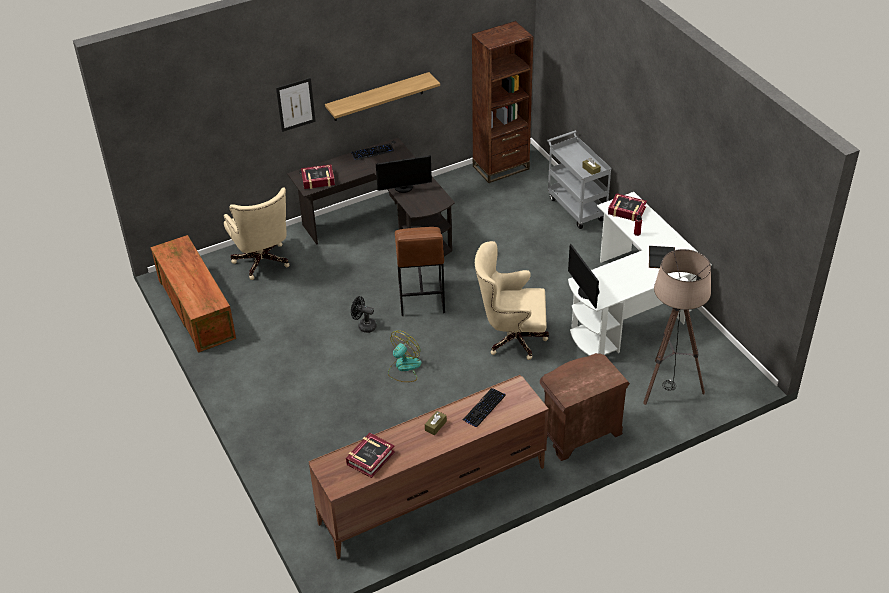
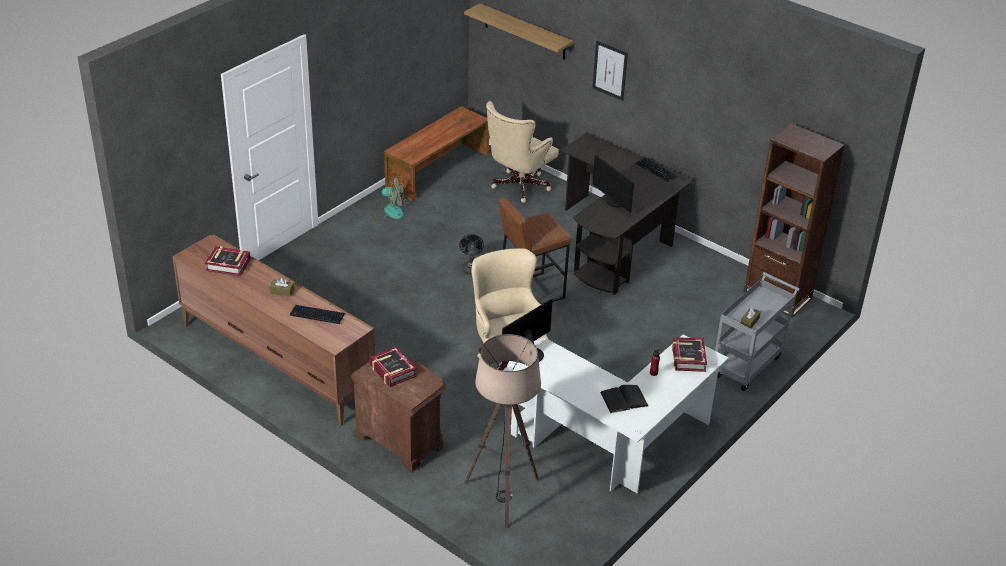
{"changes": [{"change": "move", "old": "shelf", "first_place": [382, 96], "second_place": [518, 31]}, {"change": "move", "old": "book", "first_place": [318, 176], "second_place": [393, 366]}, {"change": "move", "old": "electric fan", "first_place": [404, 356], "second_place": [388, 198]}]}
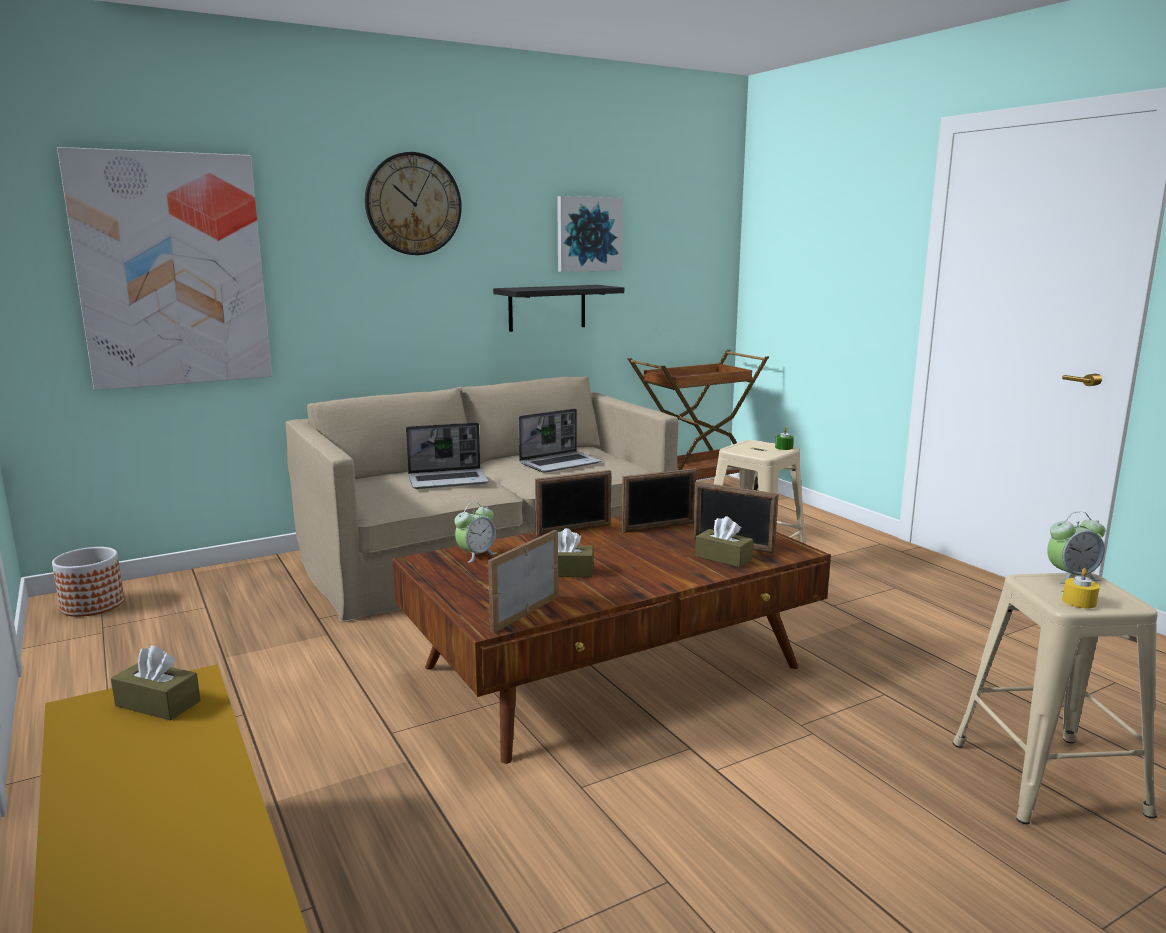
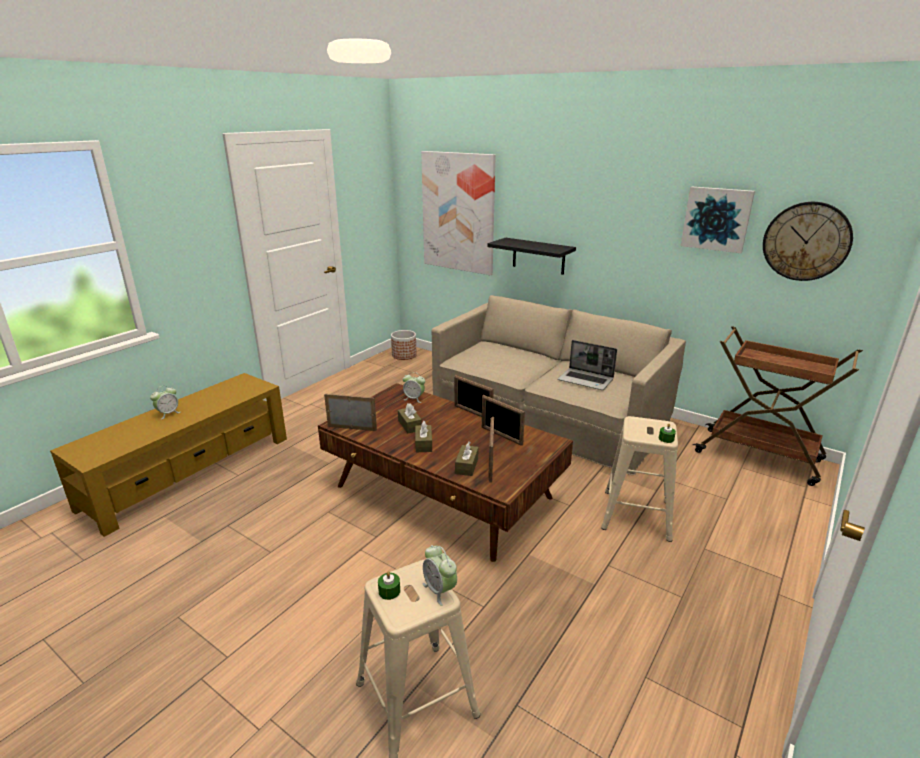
{"changes": [{"change": "move", "old": "wall clock", "first_place": [413, 203], "second_place": [808, 241]}, {"change": "move", "old": "blackish shelf", "first_place": [558, 308], "second_place": [531, 256]}, {"change": "delete", "old": "notebook computer", "first_place": [447, 455]}, {"change": "recolor", "old": "yellow wax light", "new": "green wax light", "first_place": [1081, 588], "second_place": [389, 585]}, {"change": "move", "old": "brownish tissue box", "first_place": [156, 683], "second_place": [423, 436]}, {"change": "insert", "new": "bedside clock", "second_place": [165, 402]}]}
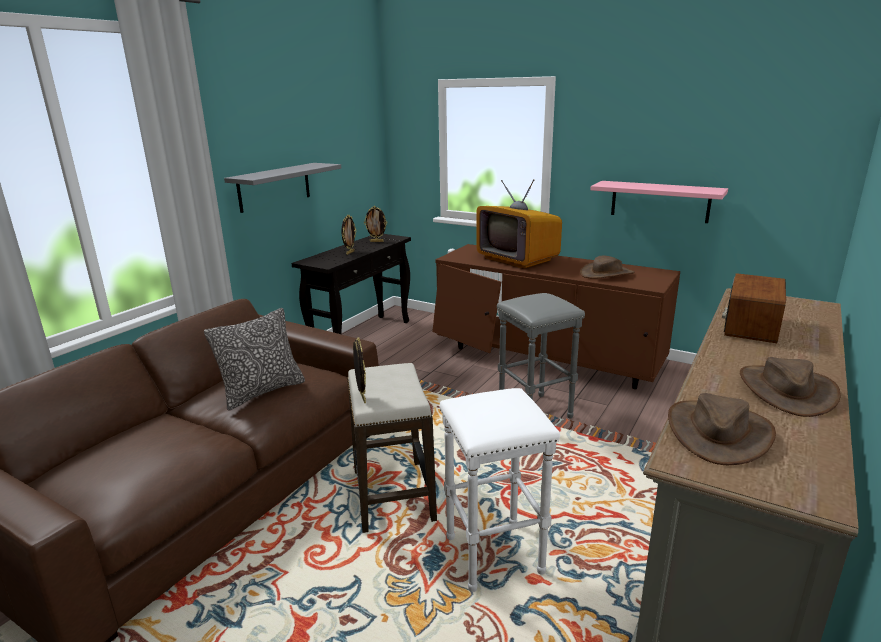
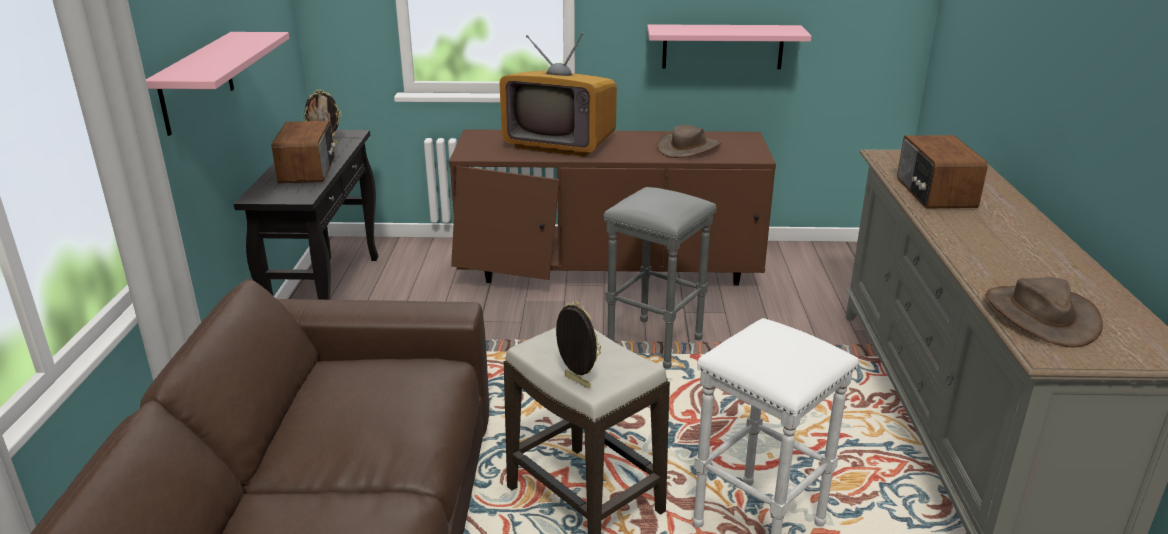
{"changes": [{"change": "recolor", "old": "greyish shelf", "new": "pinkish shelf", "first_place": [282, 188], "second_place": [217, 84]}, {"change": "replace", "old": "standing frame", "new": "radio set", "first_place": [349, 235], "second_place": [304, 152]}, {"change": "delete", "old": "cushion", "first_place": [254, 359]}, {"change": "delete", "old": "brownish clothing hat", "first_place": [790, 387]}]}
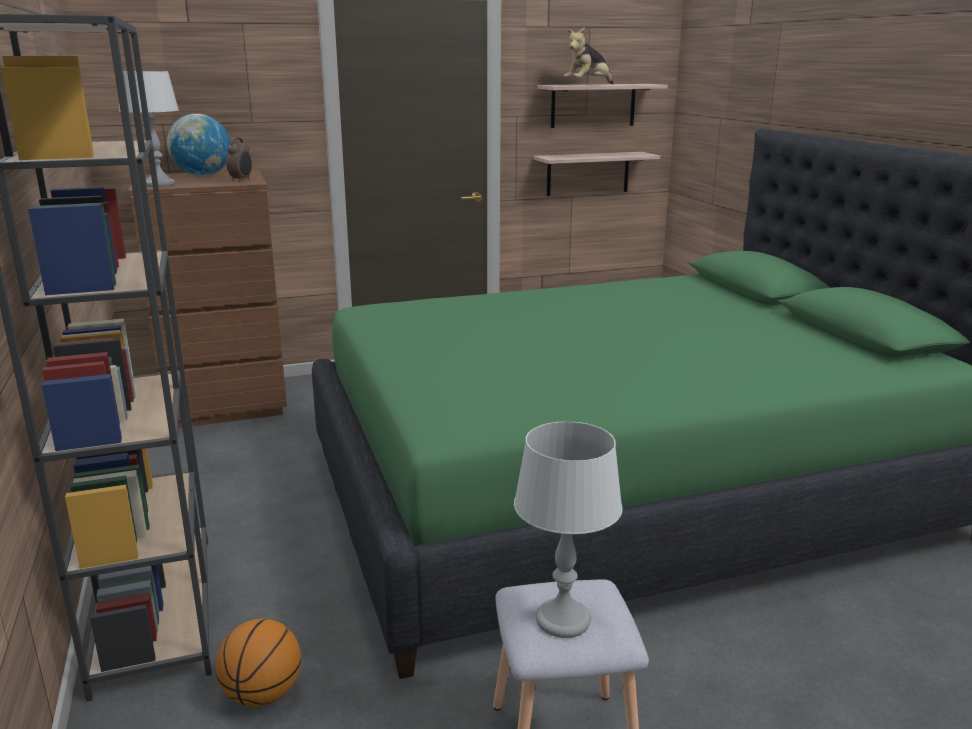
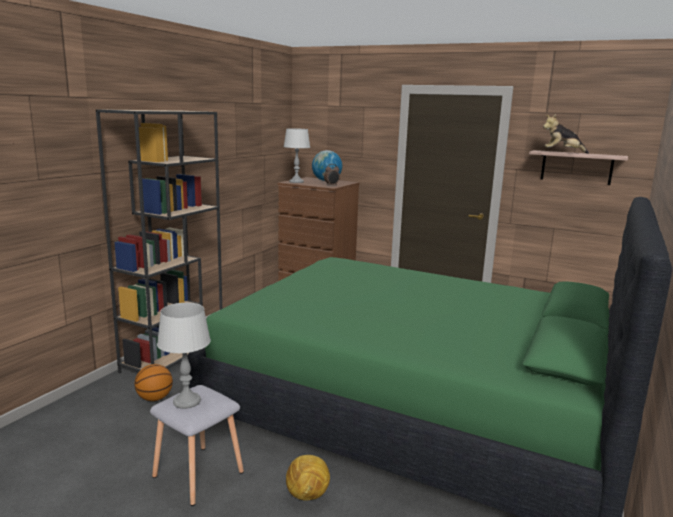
{"changes": [{"change": "delete", "old": "shelf", "first_place": [597, 174]}, {"change": "insert", "new": "football ball", "second_place": [308, 478]}]}
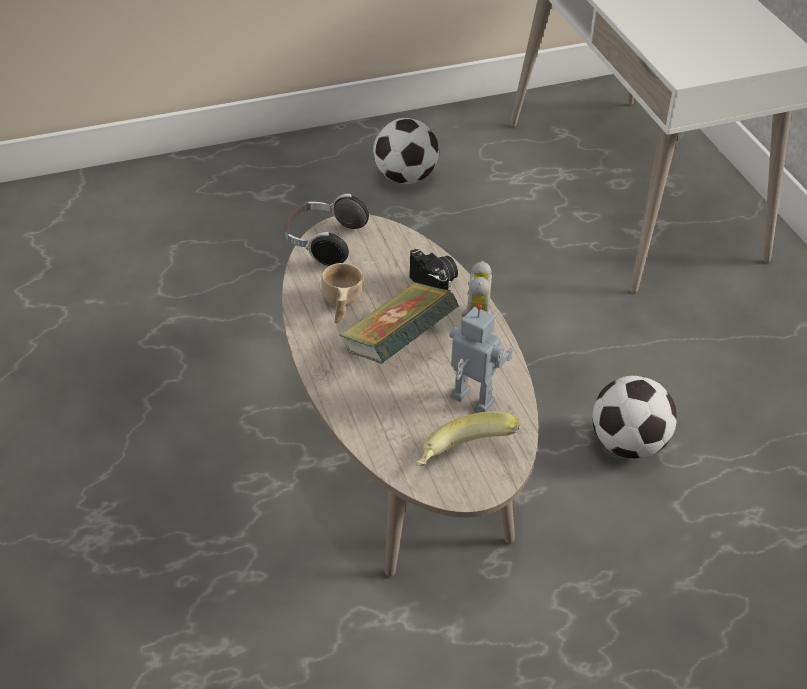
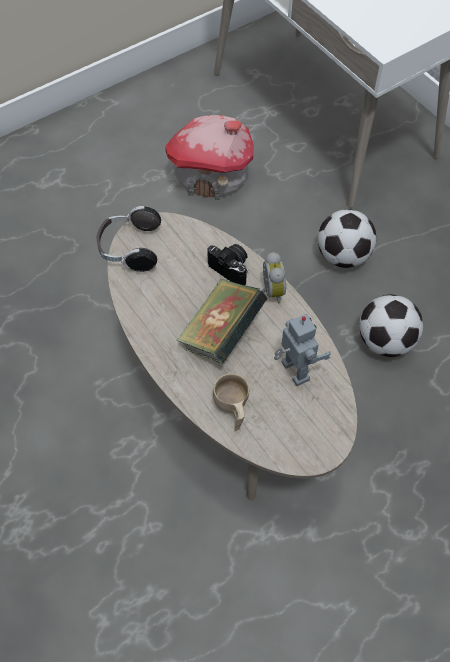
{"changes": [{"change": "move", "old": "football ball", "first_place": [406, 151], "second_place": [347, 238]}, {"change": "move", "old": "beige-coloured small cup", "first_place": [342, 293], "second_place": [231, 402]}, {"change": "rotate", "old": "model robot", "first_place": [481, 358], "second_place": [302, 350], "degrees": 45}, {"change": "delete", "old": "banana", "first_place": [468, 438]}, {"change": "insert", "new": "toy house", "second_place": [209, 157]}]}
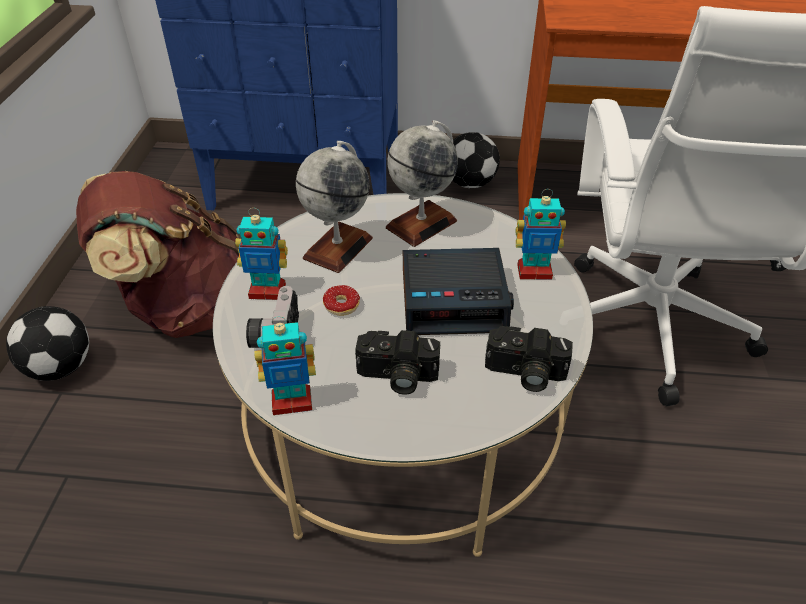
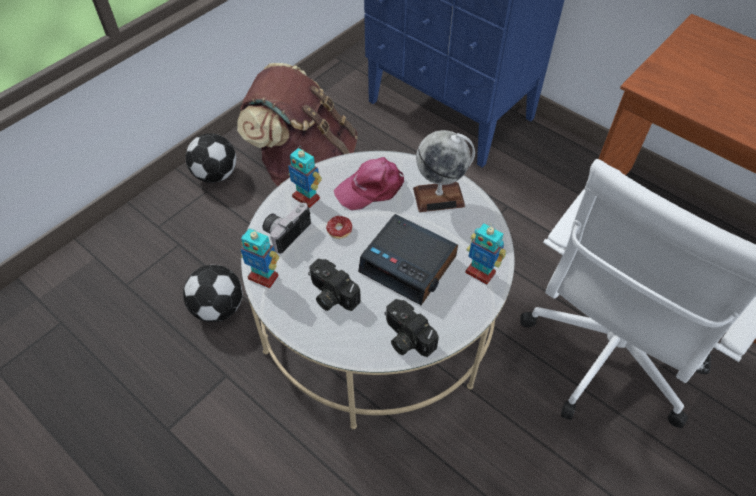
{"changes": [{"change": "move", "old": "football ball", "first_place": [476, 160], "second_place": [212, 293]}, {"change": "replace", "old": "globe", "new": "pinkish peaked cap", "first_place": [334, 207], "second_place": [369, 183]}]}
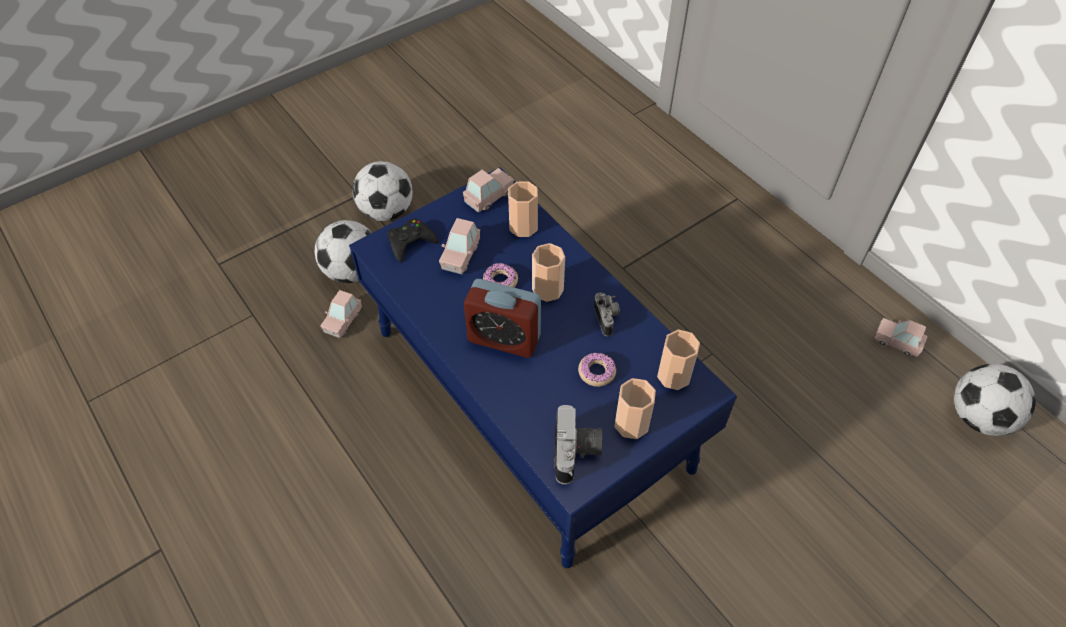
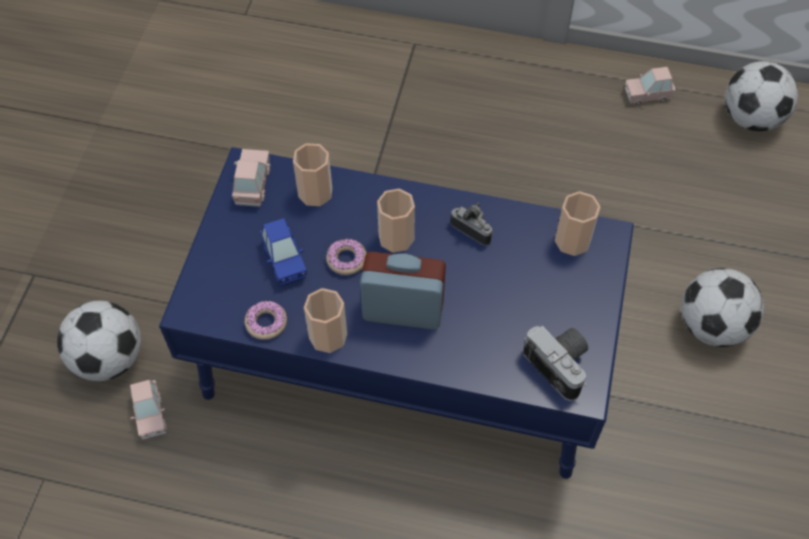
{"changes": [{"change": "move", "old": "football ball", "first_place": [382, 191], "second_place": [722, 307]}, {"change": "recolor", "old": "pinkish toy car", "new": "blue toy car", "first_place": [459, 246], "second_place": [283, 252]}, {"change": "delete", "old": "blackish joypad", "first_place": [412, 240]}, {"change": "rotate", "old": "bedside clock", "first_place": [502, 318], "second_place": [403, 290], "degrees": -150}, {"change": "move", "old": "donut", "first_place": [597, 370], "second_place": [266, 320]}, {"change": "move", "old": "small cup", "first_place": [635, 408], "second_place": [325, 320]}]}
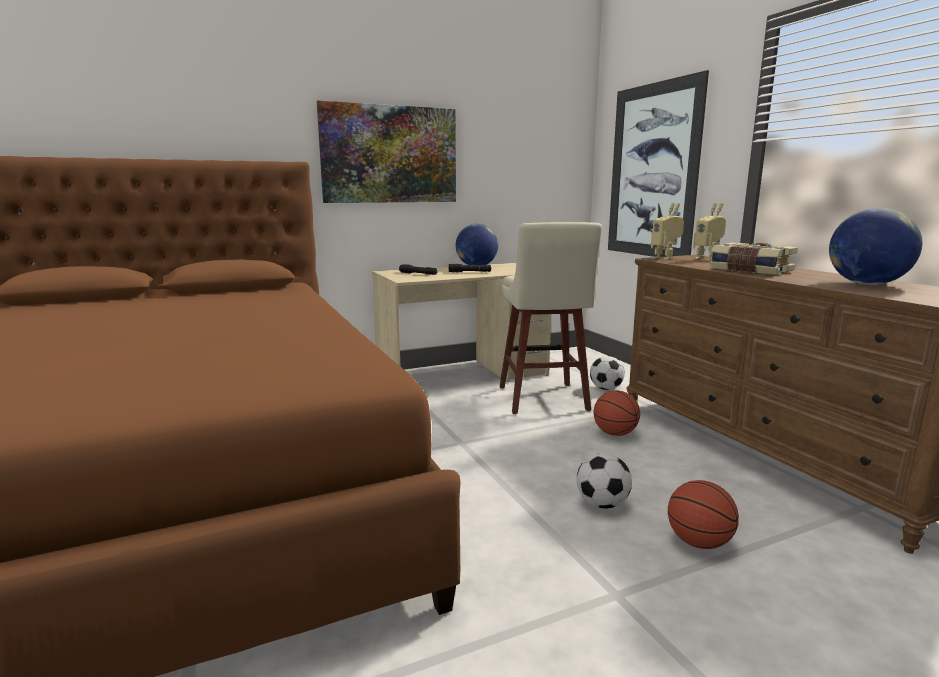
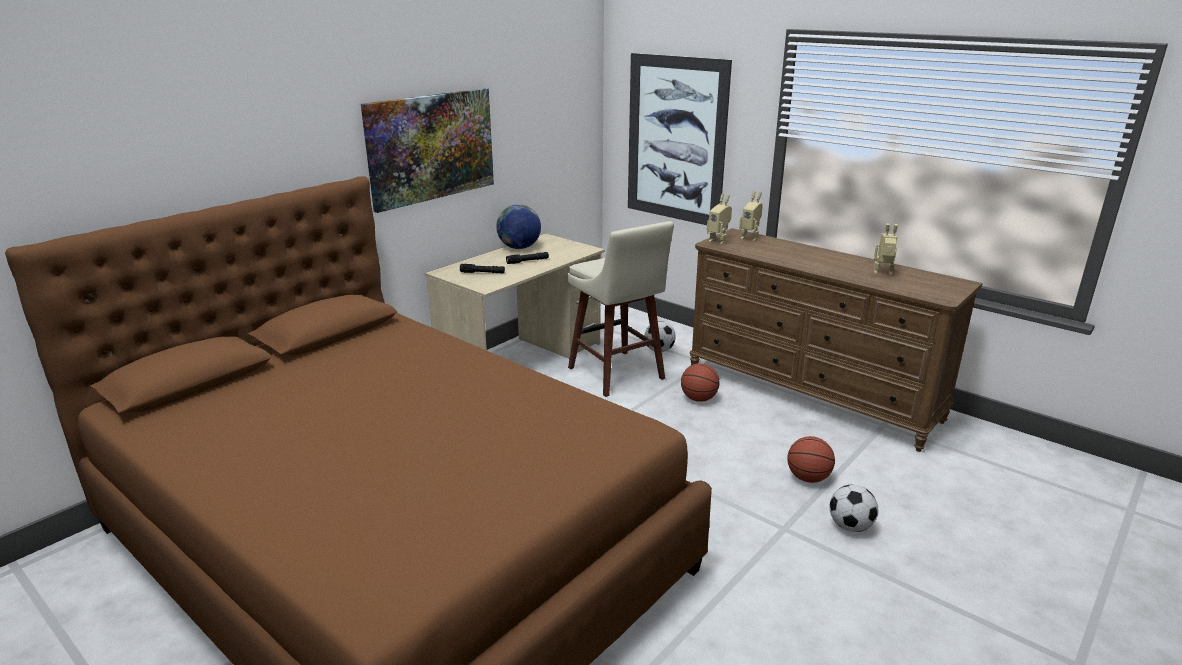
{"changes": [{"change": "replace", "old": "globe", "new": "model robot", "first_place": [875, 246], "second_place": [886, 249]}, {"change": "delete", "old": "book", "first_place": [754, 259]}, {"change": "move", "old": "football ball", "first_place": [604, 480], "second_place": [853, 508]}]}
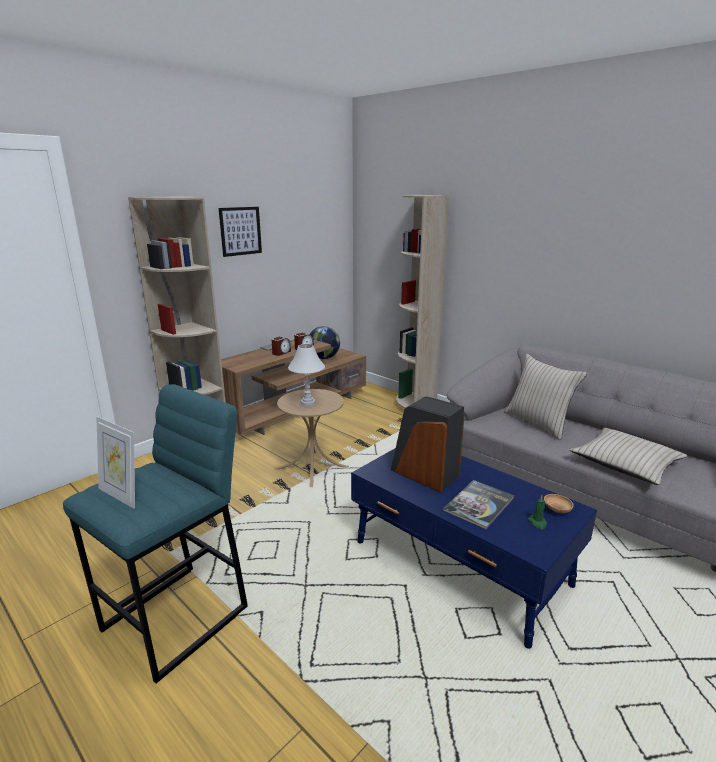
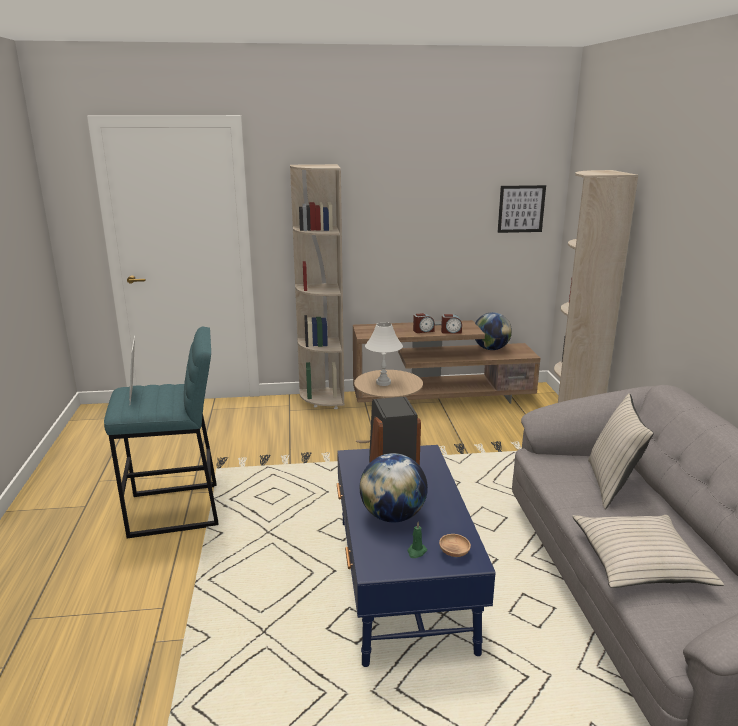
{"changes": [{"change": "move", "old": "wall art", "first_place": [240, 232], "second_place": [521, 209]}, {"change": "replace", "old": "book", "new": "globe", "first_place": [478, 505], "second_place": [394, 488]}]}
